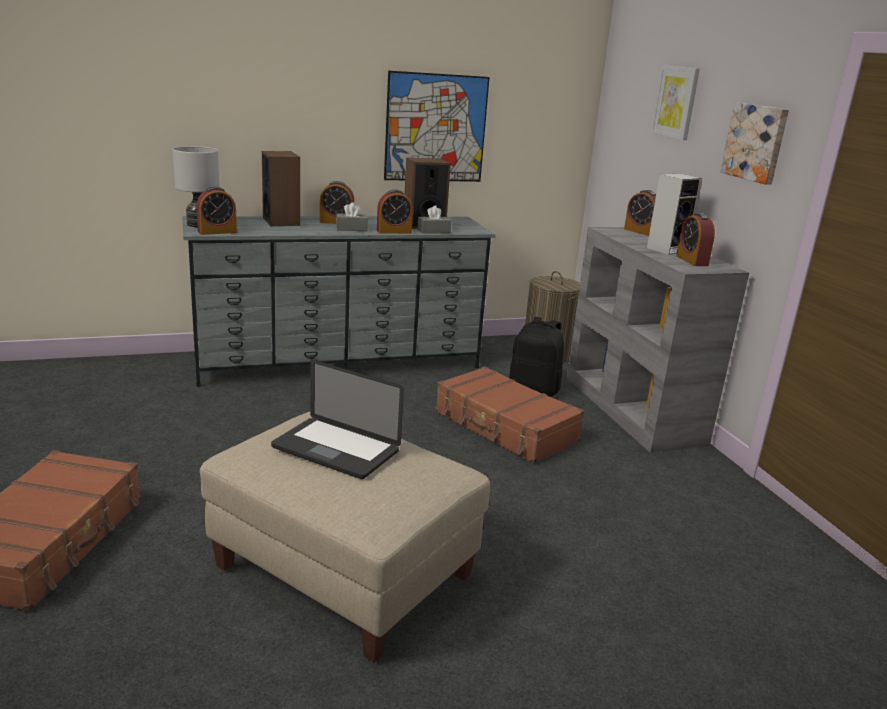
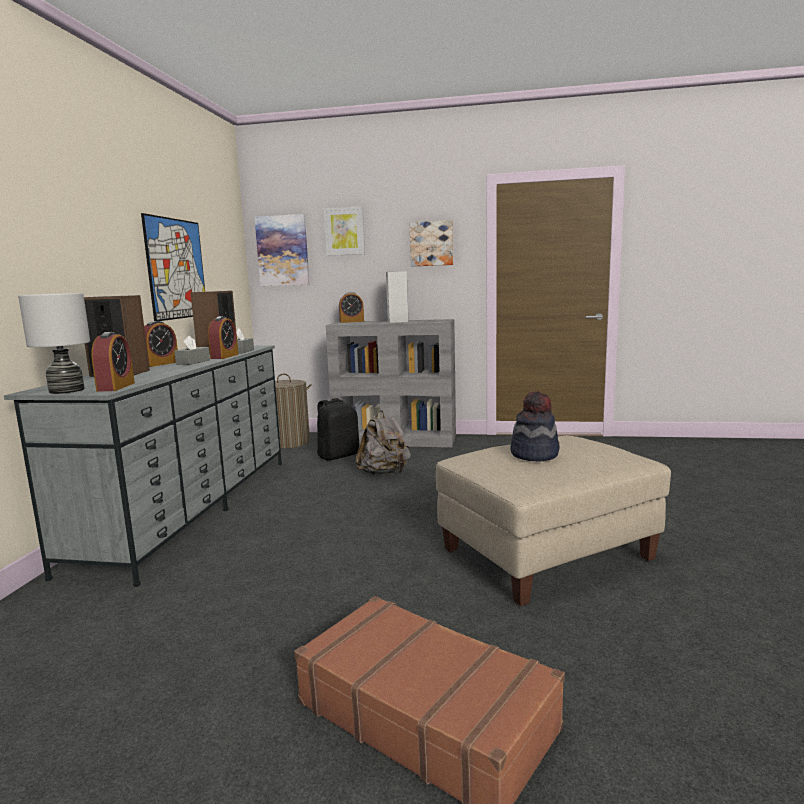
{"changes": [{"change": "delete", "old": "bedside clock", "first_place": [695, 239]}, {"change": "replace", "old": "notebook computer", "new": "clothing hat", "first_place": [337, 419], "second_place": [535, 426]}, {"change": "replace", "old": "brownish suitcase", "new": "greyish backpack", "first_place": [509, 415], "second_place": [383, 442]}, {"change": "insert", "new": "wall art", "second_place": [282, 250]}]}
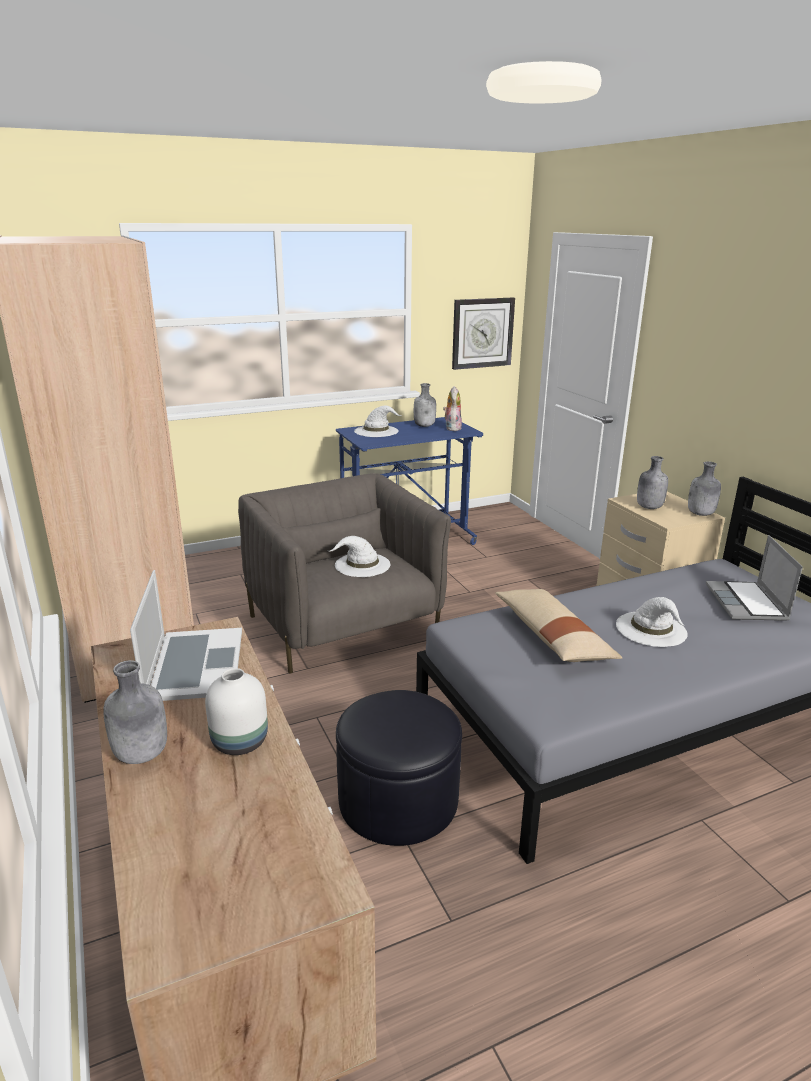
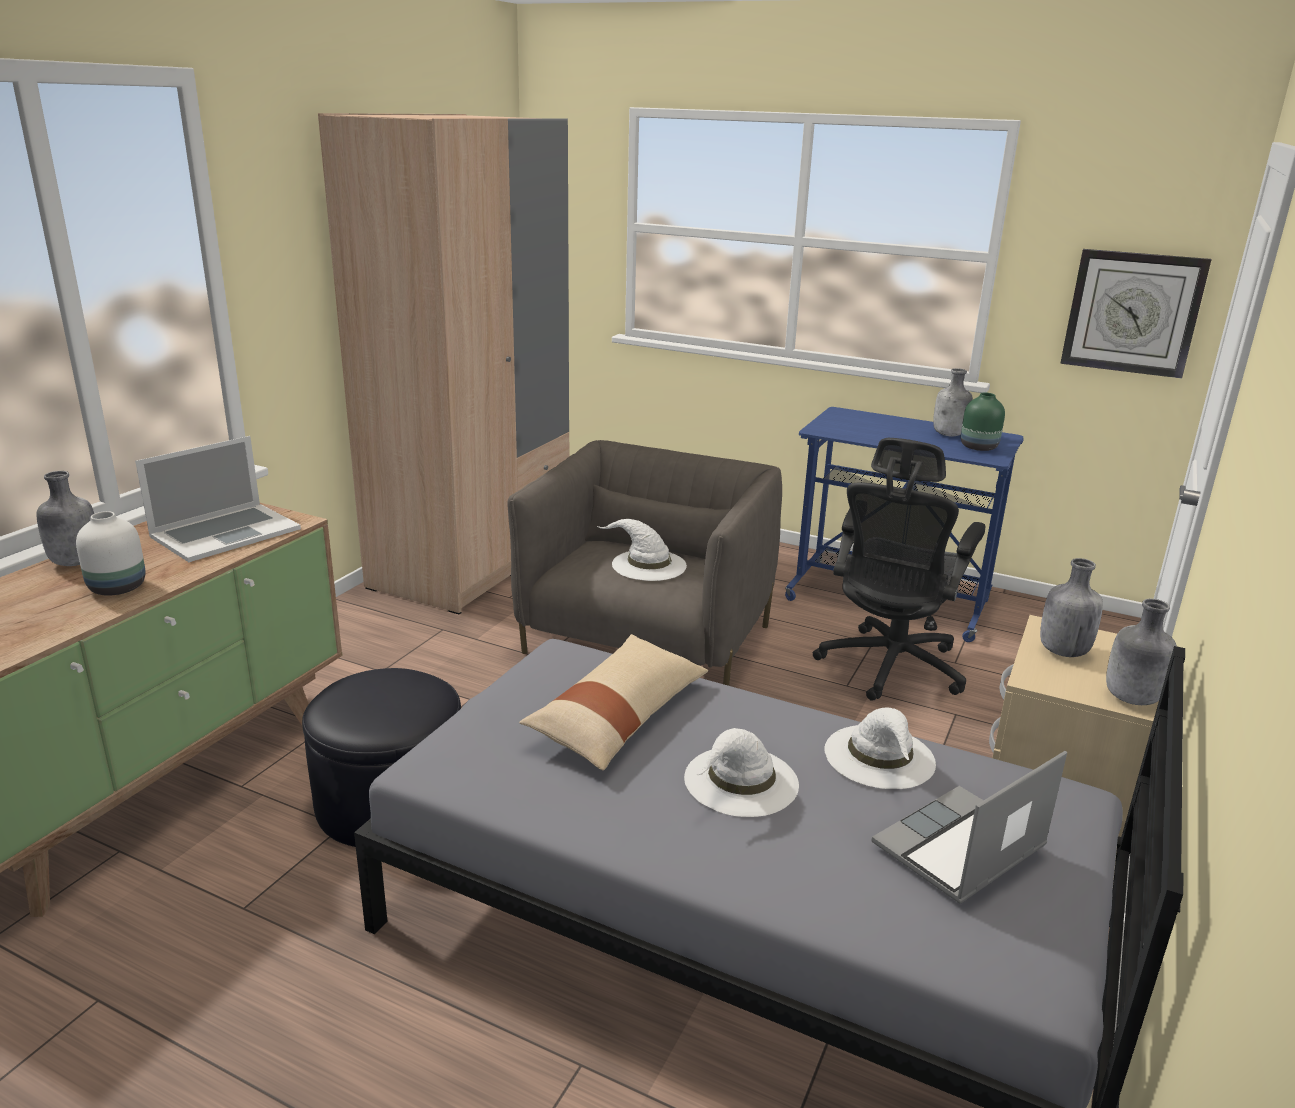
{"changes": [{"change": "replace", "old": "cuddly toy", "new": "green flower vase", "first_place": [452, 408], "second_place": [983, 422]}, {"change": "move", "old": "white-coloured clothing hat", "first_place": [378, 421], "second_place": [880, 748]}, {"change": "insert", "new": "office chair", "second_place": [898, 569]}]}
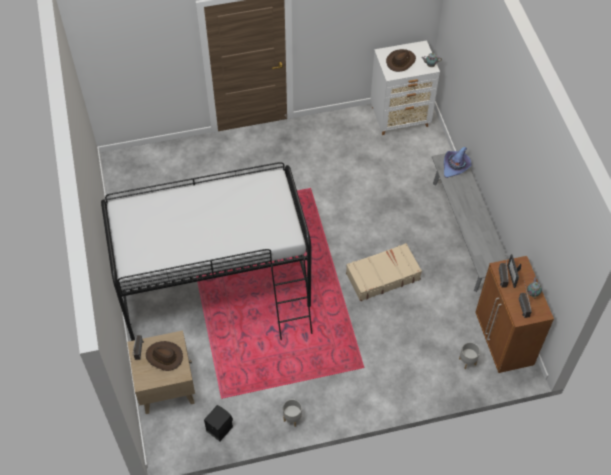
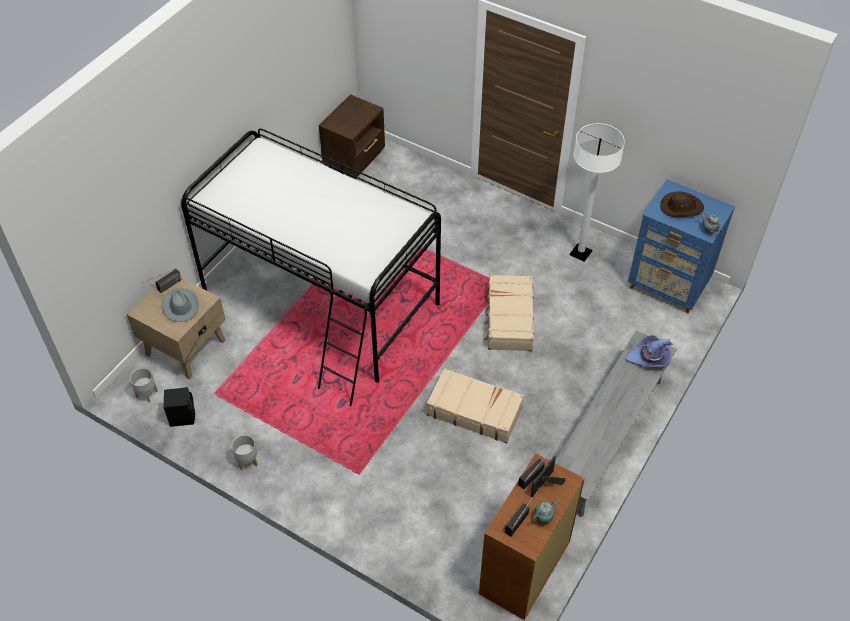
{"changes": [{"change": "recolor", "old": "white-coloured dresser", "new": "blue dresser", "first_place": [405, 87], "second_place": [681, 246]}, {"change": "recolor", "old": "brownish clothing hat", "new": "greyish clothing hat", "first_place": [164, 356], "second_place": [180, 305]}, {"change": "move", "old": "greyish planter", "first_place": [469, 355], "second_place": [144, 385]}, {"change": "insert", "new": "brownish night table", "second_place": [352, 136]}, {"change": "insert", "new": "white-coloured floor lamp", "second_place": [597, 192]}, {"change": "insert", "new": "beige-coloured suitcase", "second_place": [509, 312]}]}
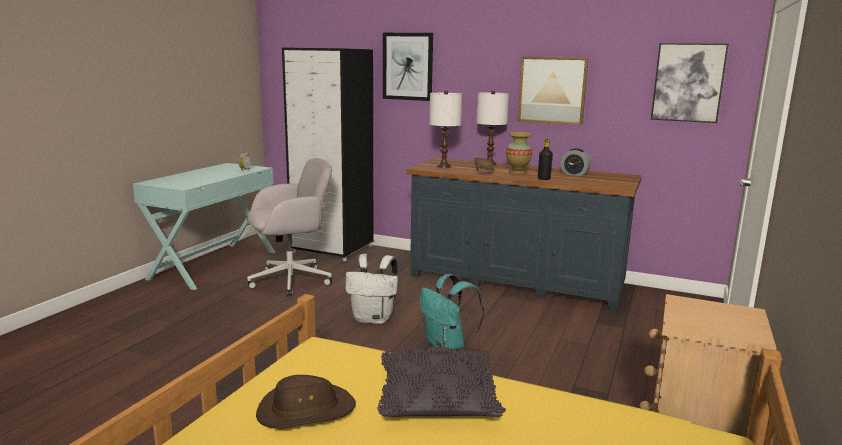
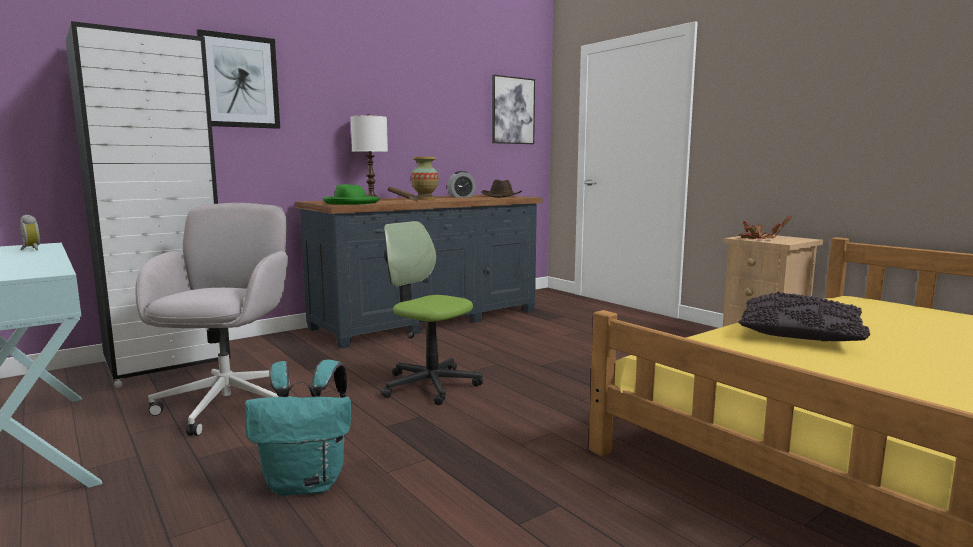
{"changes": [{"change": "delete", "old": "wall art", "first_place": [553, 90]}, {"change": "replace", "old": "white-coloured table lamp", "new": "green clothing hat", "first_place": [445, 129], "second_place": [351, 194]}, {"change": "delete", "old": "blackish drink bottle", "first_place": [545, 159]}, {"change": "replace", "old": "white-coloured backpack", "new": "office chair", "first_place": [371, 289], "second_place": [432, 313]}, {"change": "move", "old": "turquoise-coloured backpack", "first_place": [452, 312], "second_place": [298, 428]}, {"change": "move", "old": "brownish clothing hat", "first_place": [306, 402], "second_place": [502, 188]}, {"change": "insert", "new": "potted plant", "second_place": [765, 227]}]}
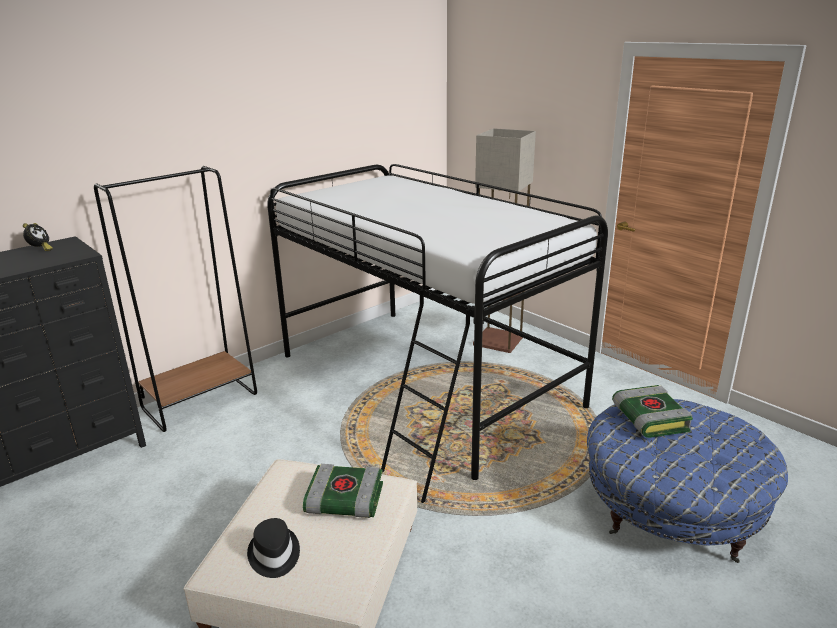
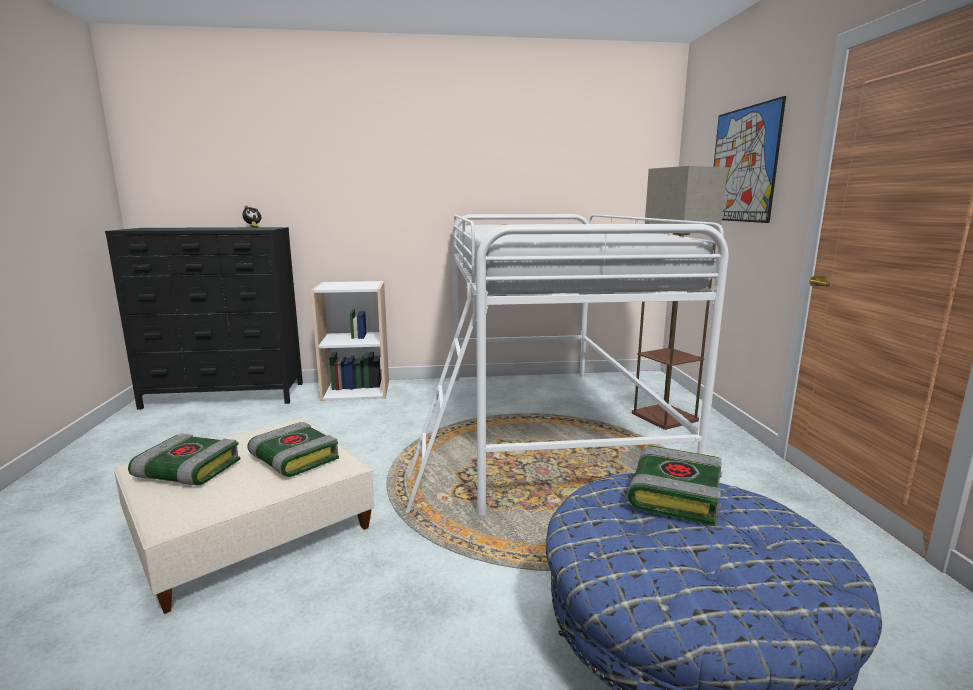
{"changes": [{"change": "recolor", "old": "blackish bed", "new": "white-coloured bed", "first_place": [437, 333], "second_place": [567, 365]}, {"change": "replace", "old": "clothes rack", "new": "white-coloured shelving unit", "first_place": [175, 299], "second_place": [350, 341]}, {"change": "replace", "old": "blackish clothing hat", "new": "book", "first_place": [273, 548], "second_place": [184, 459]}, {"change": "insert", "new": "wall art", "second_place": [749, 159]}]}
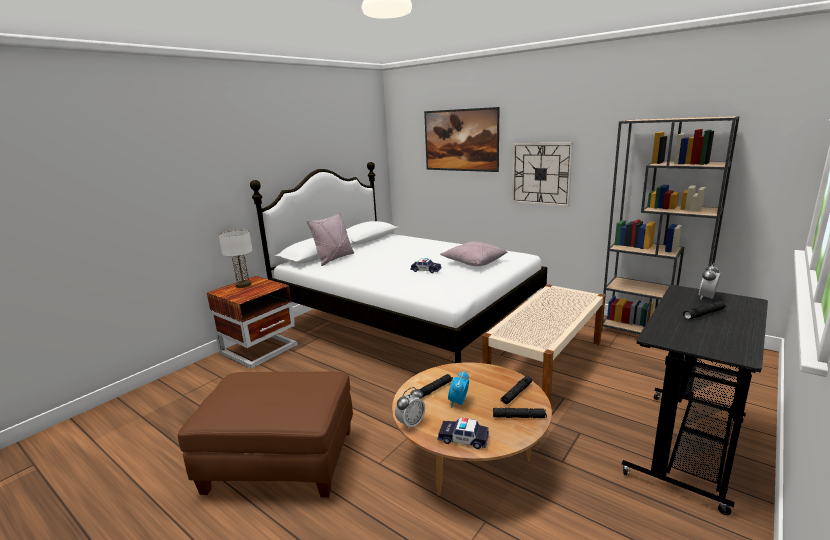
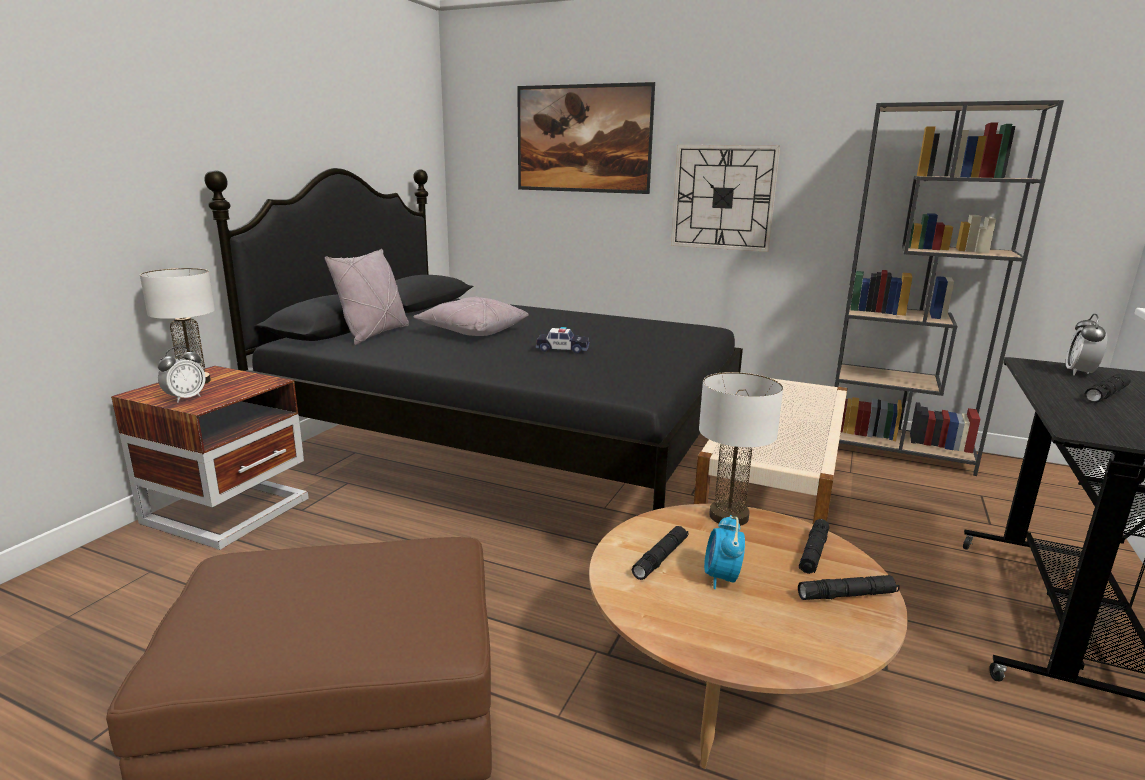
{"changes": [{"change": "recolor", "old": "white-coloured bed", "new": "blackish bed", "first_place": [398, 262], "second_place": [473, 339]}, {"change": "move", "old": "purplish cushion", "first_place": [473, 253], "second_place": [471, 316]}, {"change": "move", "old": "bedside clock", "first_place": [410, 408], "second_place": [182, 374]}, {"change": "delete", "old": "toy car", "first_place": [463, 433]}, {"change": "insert", "new": "table lamp", "second_place": [741, 449]}]}
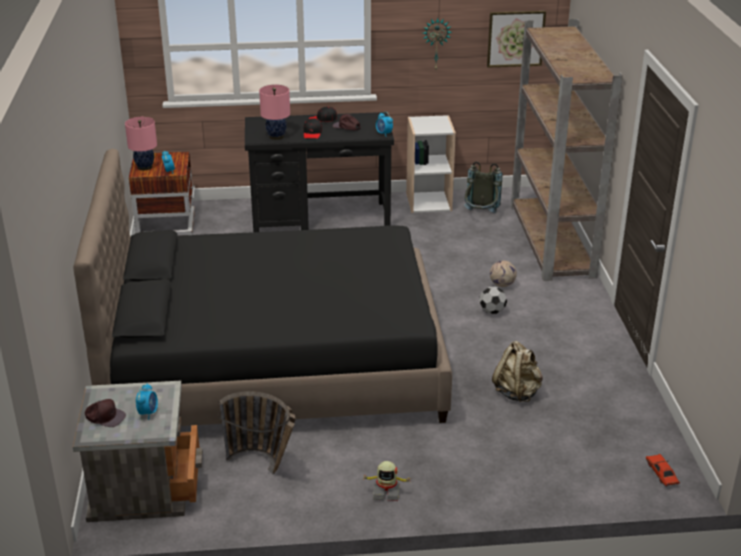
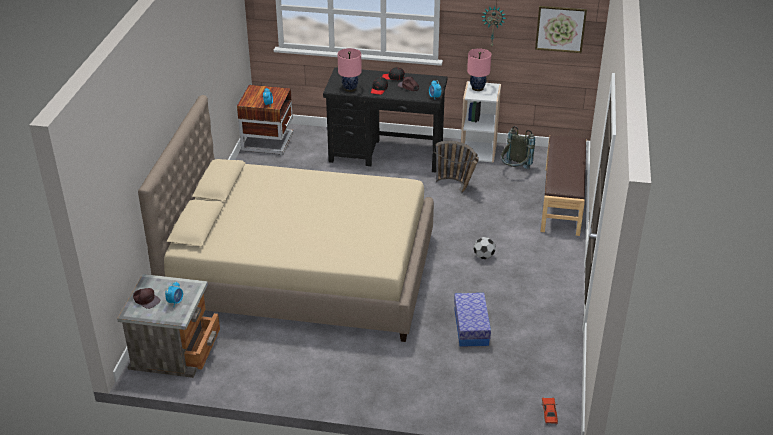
{"changes": [{"change": "replace", "old": "brownish shelving unit", "new": "brownish long seat", "first_place": [567, 150], "second_place": [563, 185]}, {"change": "move", "old": "pinkish table lamp", "first_place": [141, 143], "second_place": [479, 69]}, {"change": "recolor", "old": "blackish bed", "new": "beige-coloured bed", "first_place": [262, 287], "second_place": [286, 218]}, {"change": "delete", "old": "football ball", "first_place": [503, 274]}, {"change": "replace", "old": "beige-coloured backpack", "new": "storage container", "first_place": [517, 371], "second_place": [472, 320]}, {"change": "move", "old": "storage basket", "first_place": [257, 433], "second_place": [456, 167]}, {"change": "delete", "old": "model robot", "first_place": [386, 481]}]}
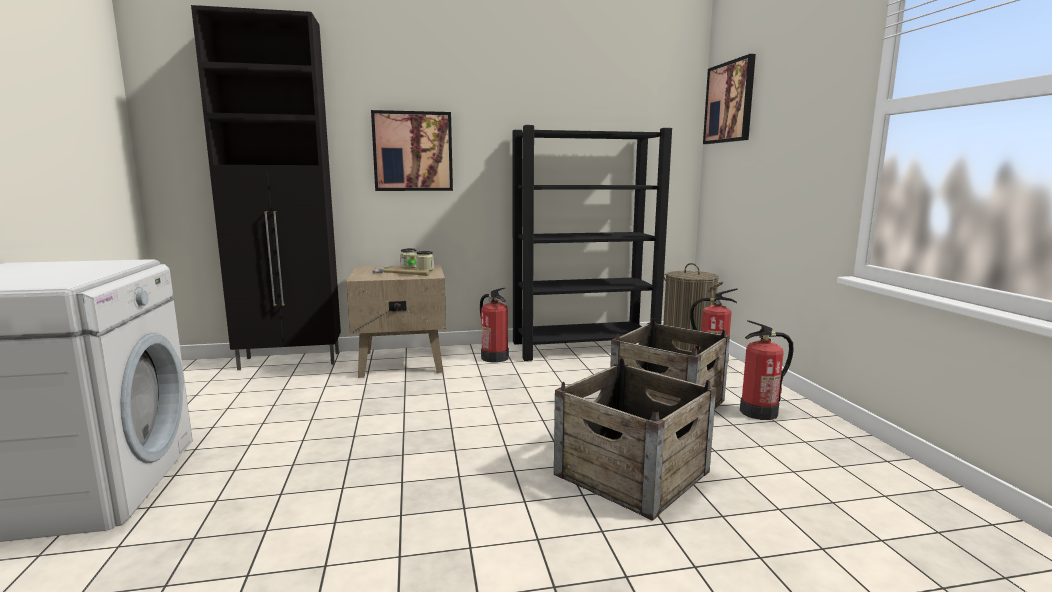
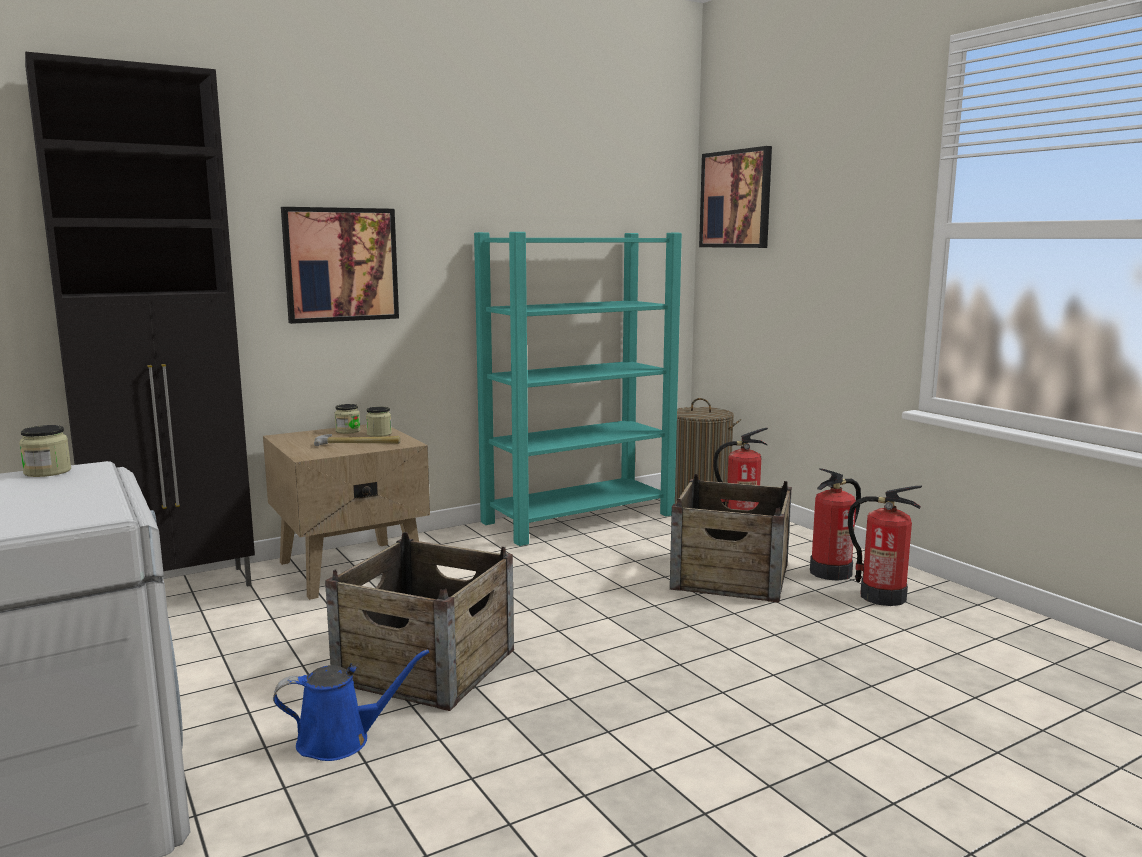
{"changes": [{"change": "recolor", "old": "blackish shelving unit", "new": "turquoise-coloured shelving unit", "first_place": [592, 243], "second_place": [578, 389]}, {"change": "move", "old": "extinguisher", "first_place": [494, 325], "second_place": [885, 546]}, {"change": "move", "old": "shipping crate", "first_place": [635, 439], "second_place": [419, 621]}, {"change": "insert", "new": "preserve jar", "second_place": [45, 451]}, {"change": "insert", "new": "blue sprinkling can", "second_place": [351, 705]}]}
